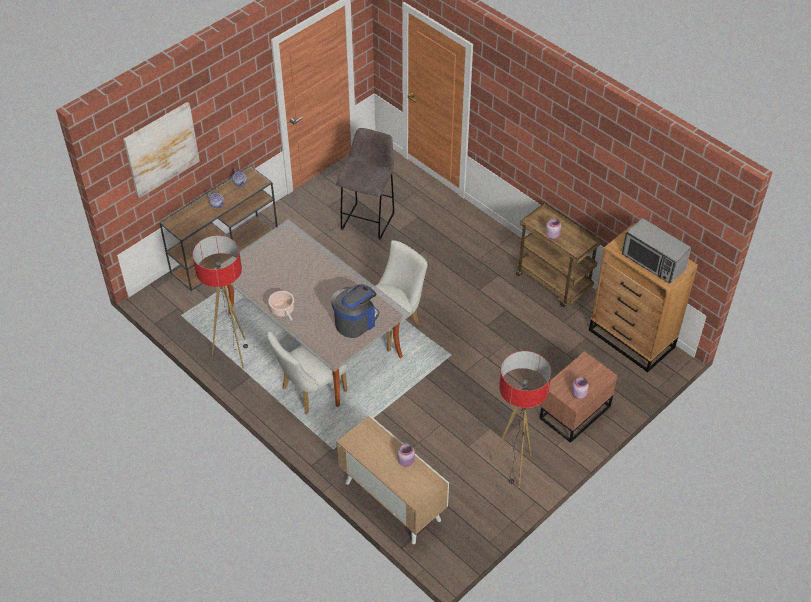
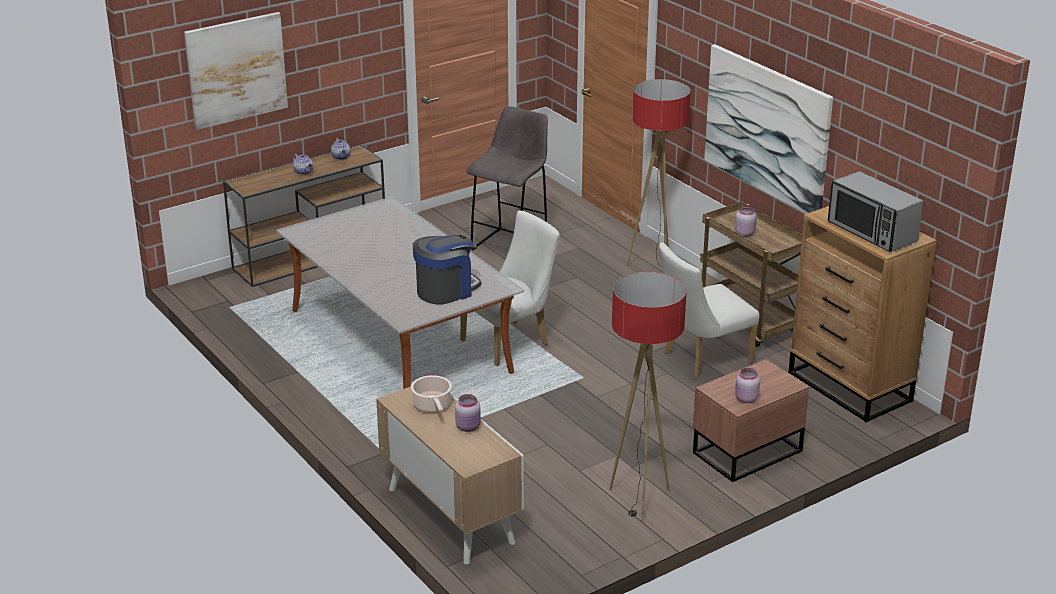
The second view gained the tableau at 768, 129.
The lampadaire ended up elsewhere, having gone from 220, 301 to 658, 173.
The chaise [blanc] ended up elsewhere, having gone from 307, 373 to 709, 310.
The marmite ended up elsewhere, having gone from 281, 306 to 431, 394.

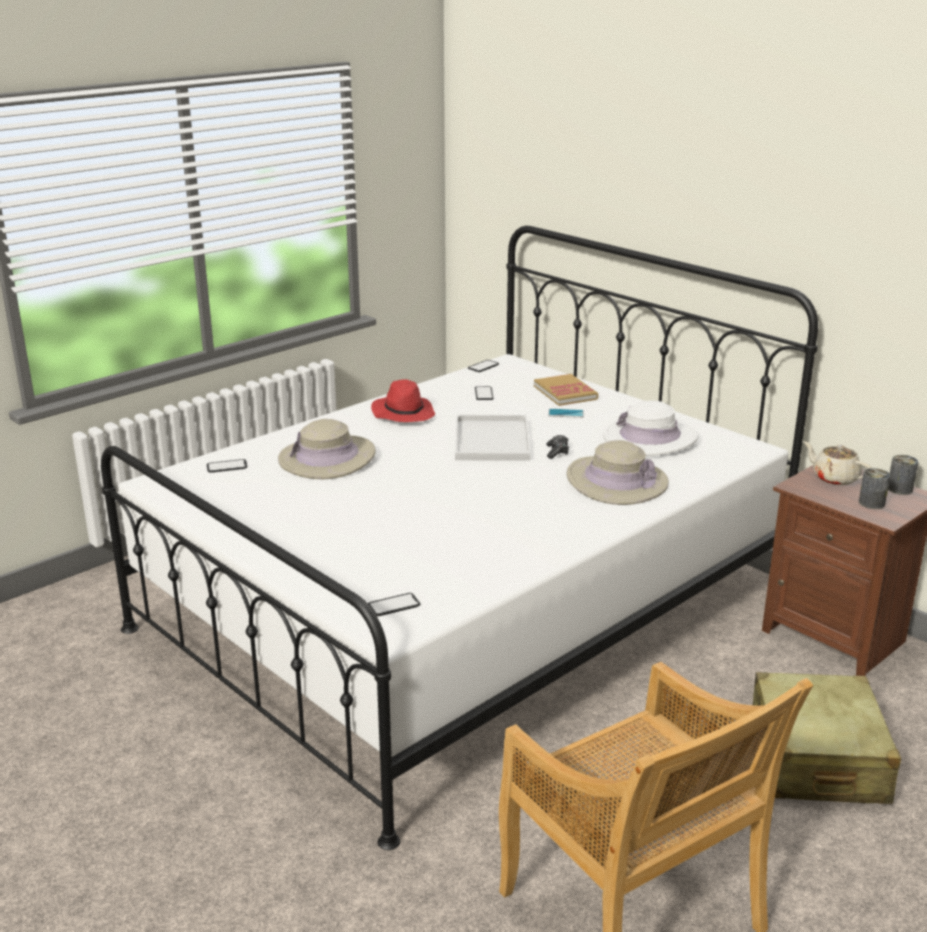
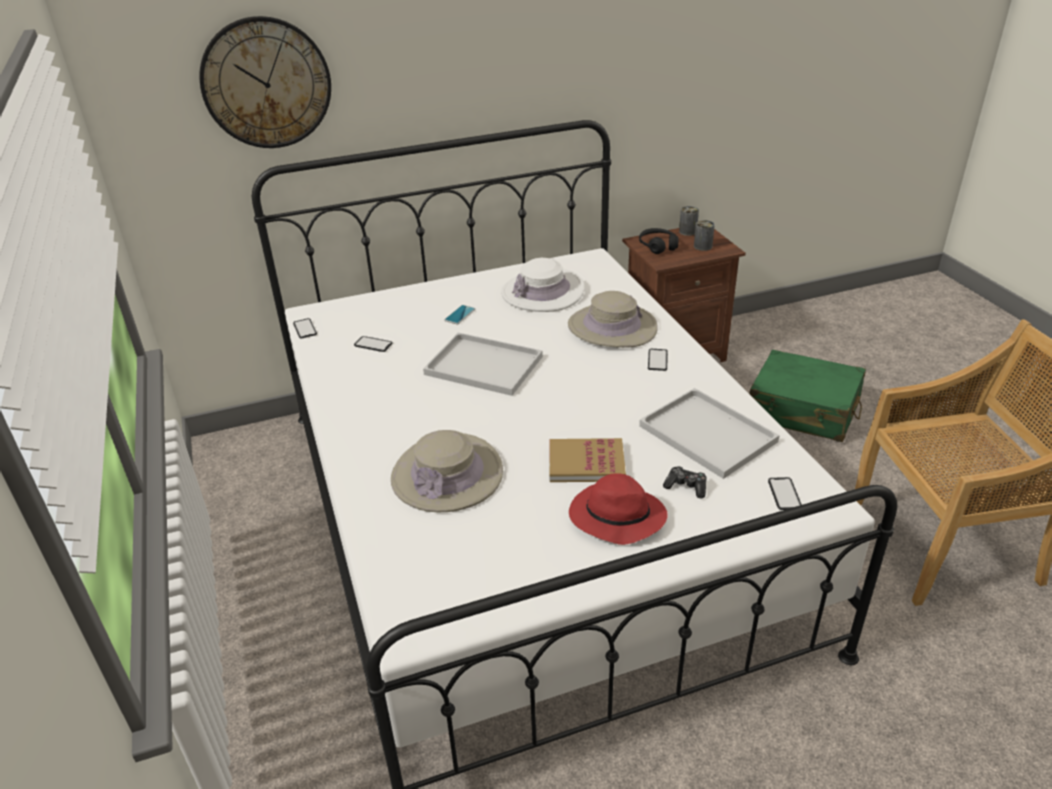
The second view gained the horloge murale at 265, 82.
The second view gained the plateau [blanc] at 709, 433.
The téléphone ended up elsewhere, having gone from 227, 466 to 658, 360.
The chapeau [rouge] ended up elsewhere, having gone from 403, 400 to 618, 509.
The livre ended up elsewhere, having gone from 566, 390 to 588, 460.
The manette ended up elsewhere, having gone from 557, 447 to 685, 482.
Where the théière [beige] stood at 837, 463, the casque audio [noir] came to stand at 659, 241.
What was the valise [beige] at 827, 738 turned into the valise [vert] at 808, 395.

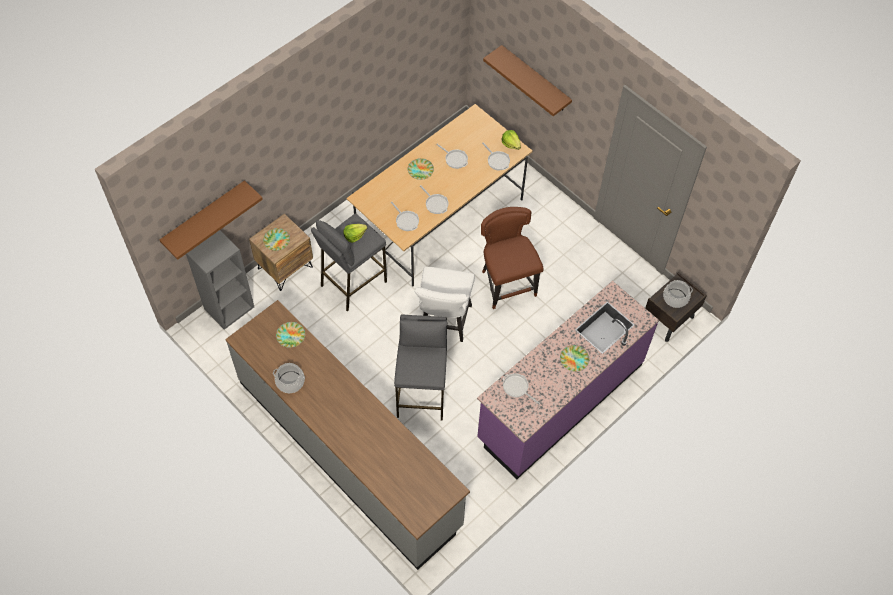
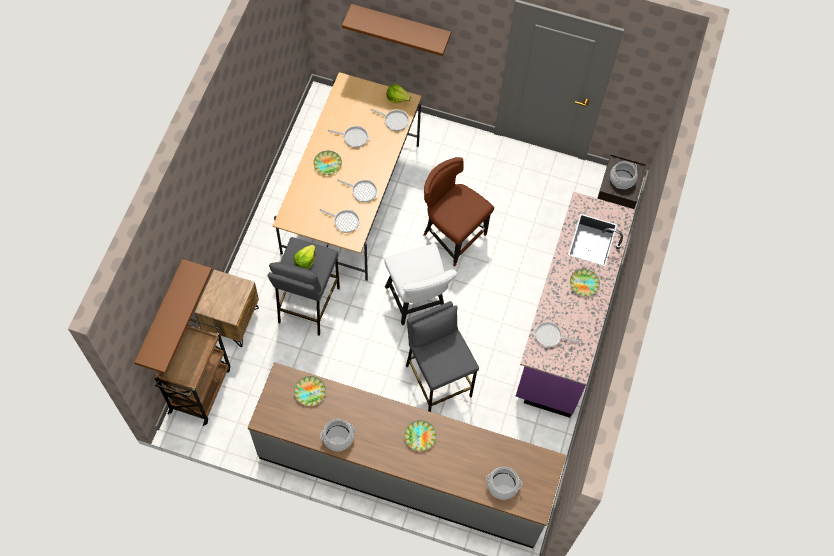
The second view gained the marmite at 504, 483.
The assiette ended up elsewhere, having gone from 276, 239 to 420, 435.
Where the bibliothèque [gris] stood at 220, 280, the chariot [marron] came to stand at 192, 372.

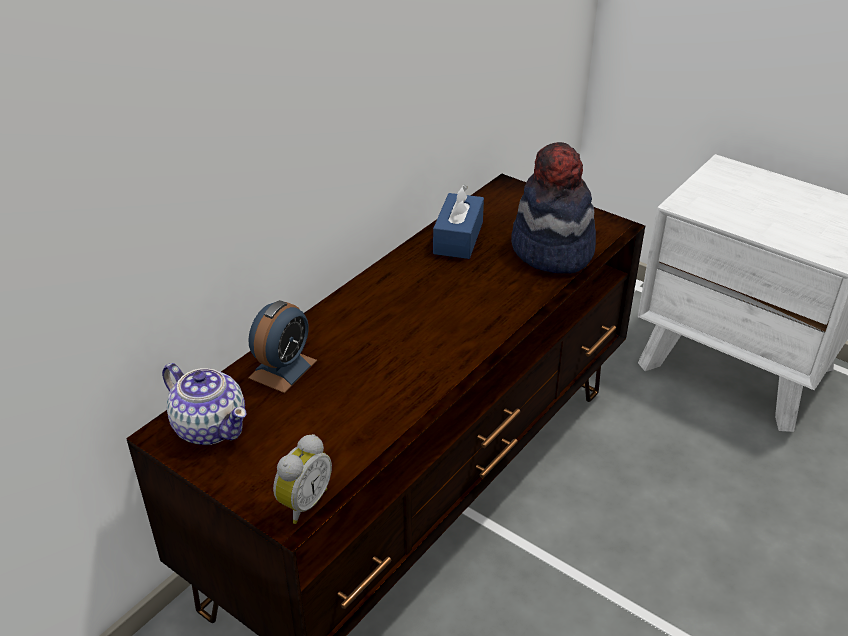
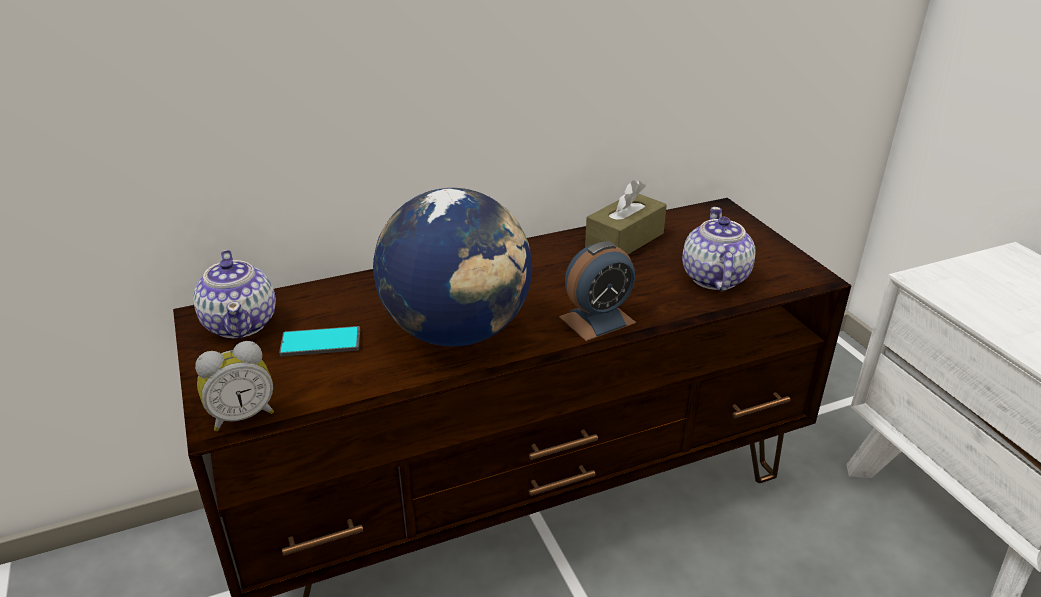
The second view gained the téléphone at 319, 341.
The second view gained the globe at 452, 267.
The réveil ended up elsewhere, having gone from 282, 346 to 597, 291.
Where the chapeau stood at 553, 208, the théière came to stand at 719, 249.
What was the boîte à mouchoirs [bleu] at 458, 221 turned into the boîte à mouchoirs [marron] at 626, 217.

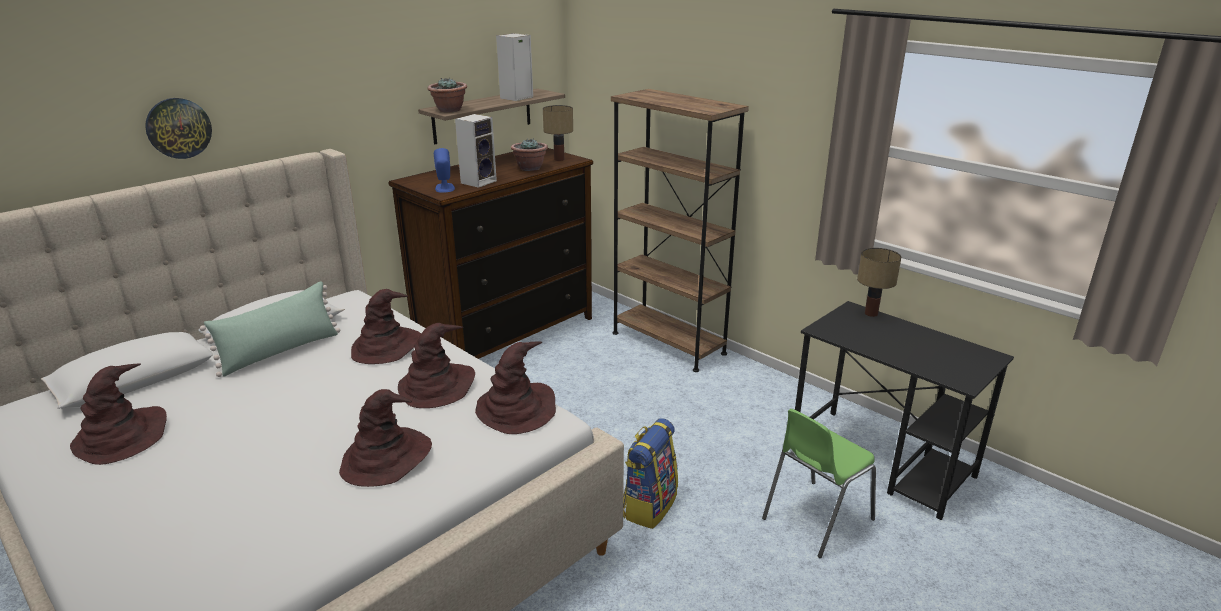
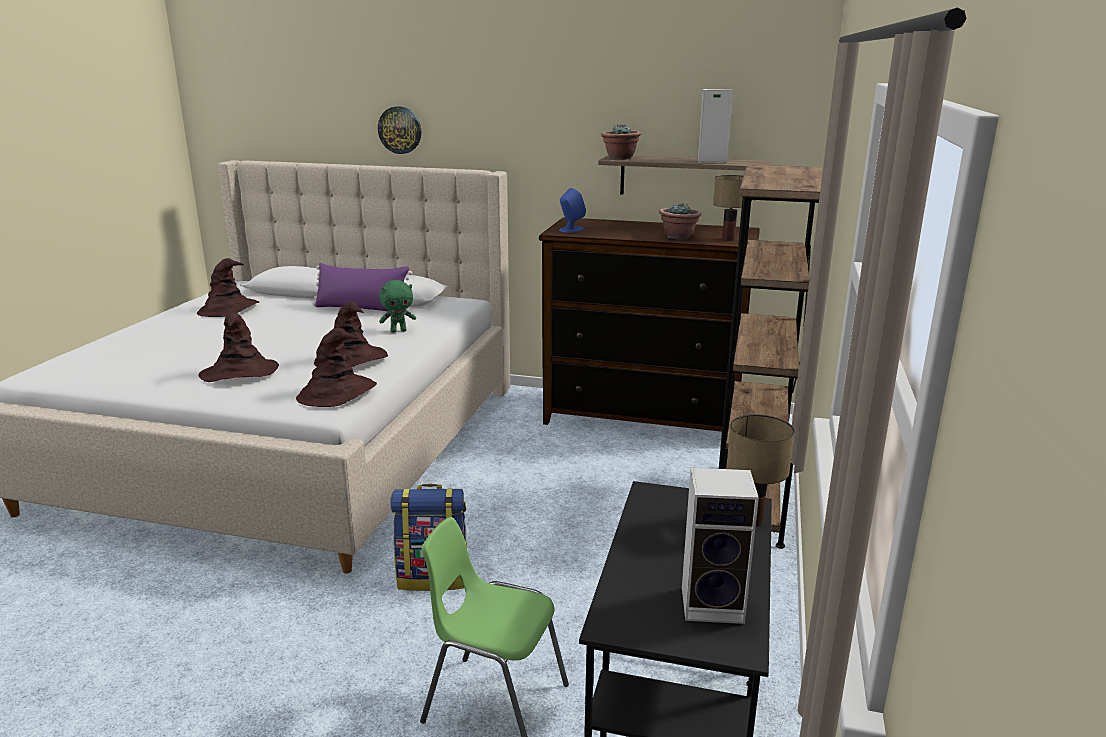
The enceinte ended up elsewhere, having gone from 476, 151 to 720, 546.
Where the chapeau [marron] stood at 386, 326, the peluche [vert] came to stand at 397, 306.
What was the coussin [vert] at 270, 329 turned into the coussin [violet] at 362, 287.

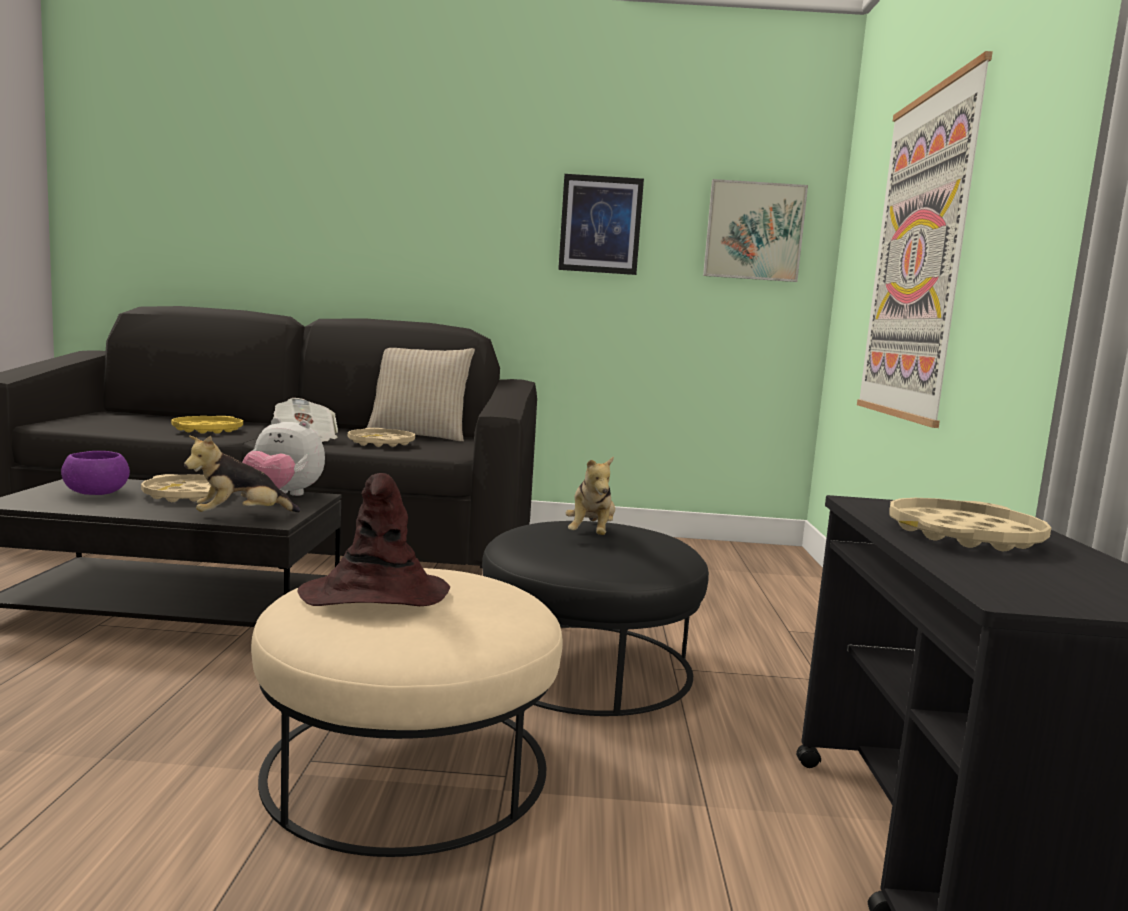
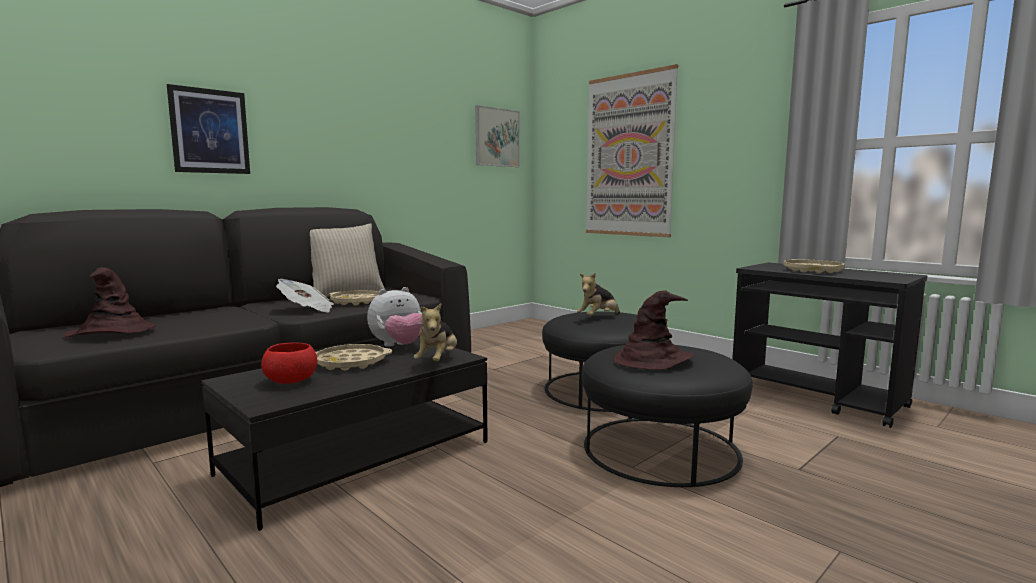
The second view lost the plateau [jaune] at 207, 425.
The second view gained the chapeau [marron] at 110, 302.
The tableau ended up elsewhere, having gone from 601, 224 to 208, 129.
What was the bol [violet] at 95, 473 turned into the bol [rouge] at 289, 363.
What was the pouf [beige] at 407, 712 turned into the pouf [noir] at 667, 416.
The peluche at 590, 495 ended up facing another way, 90 degrees clockwise from before.

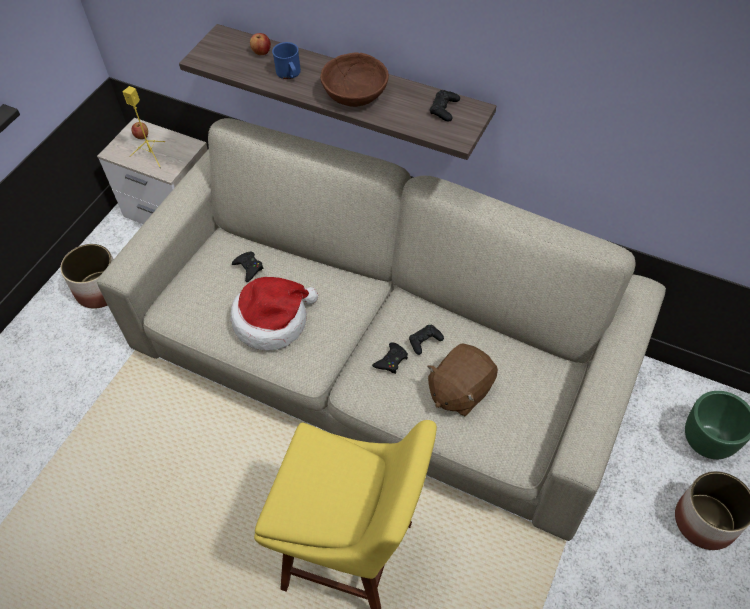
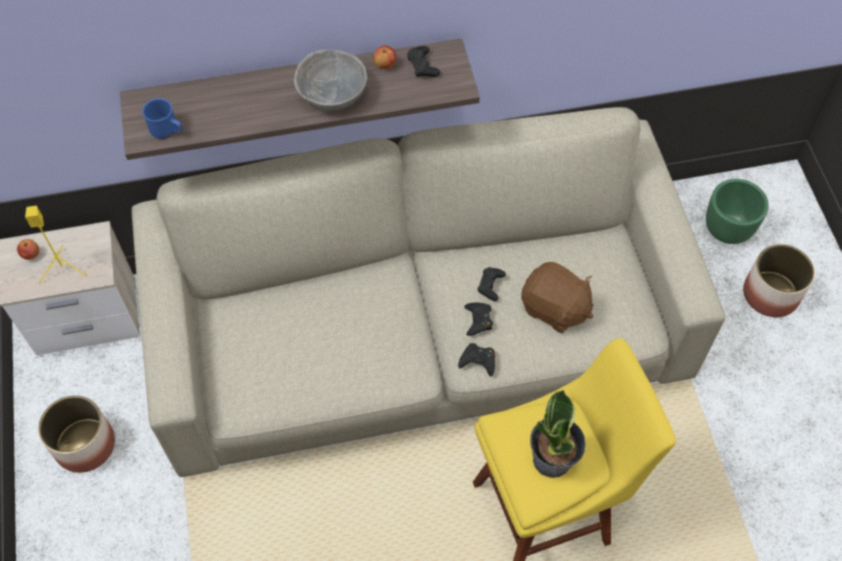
The second view lost the chapeau at 274, 314.
The second view gained the plante en pot at 558, 433.
The manette [noir] ended up elsewhere, having gone from 247, 267 to 476, 360.
The pomme ended up elsewhere, having gone from 260, 44 to 384, 57.
The mug [bleu] ended up elsewhere, having gone from 286, 60 to 162, 118.
What was the bol [marron] at 354, 80 turned into the bol [gris] at 330, 80.
The peluche [marron] at 462, 380 ended up facing another way, 60 degrees counterclockwise from before.

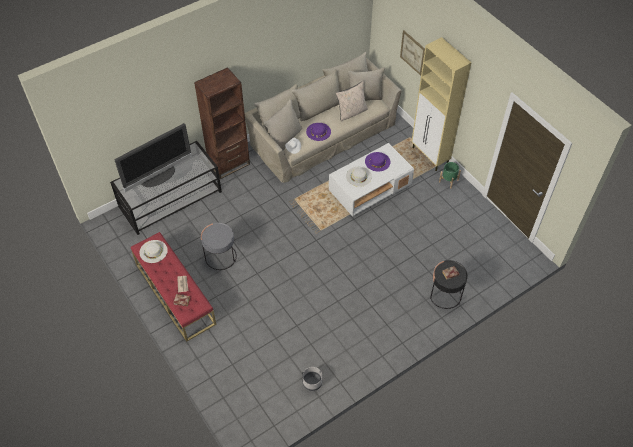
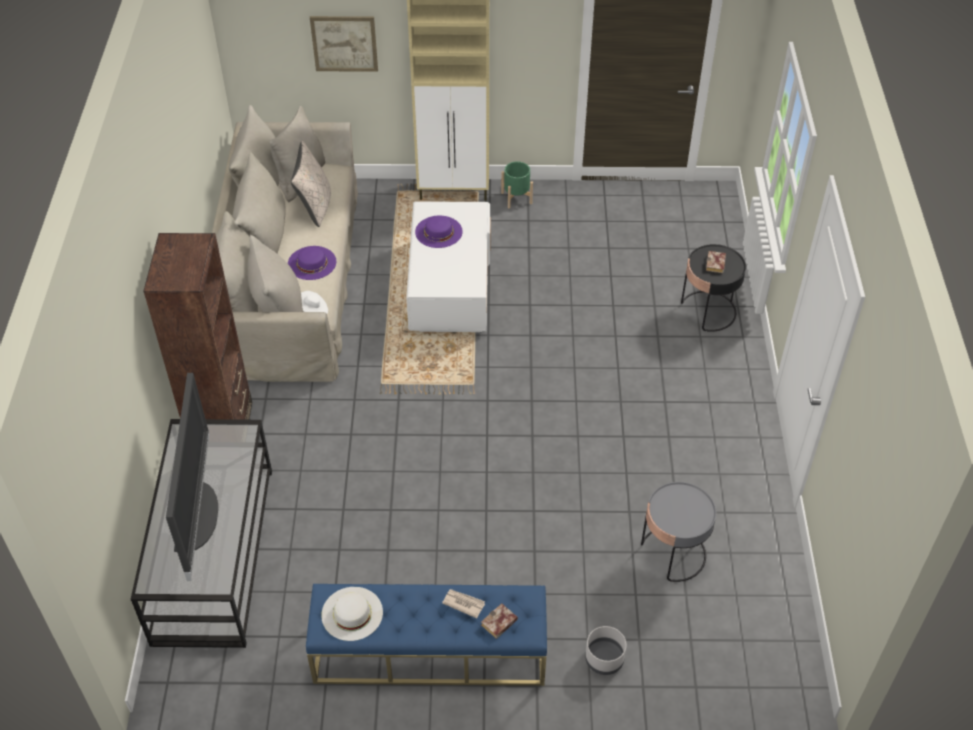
The second view lost the chapeau [blanc] at 359, 177.
The table d'appoint [gris] ended up elsewhere, having gone from 219, 246 to 678, 532.
The cache-pot [gris] ended up elsewhere, having gone from 312, 379 to 605, 650.
What was the banc [rouge] at 173, 287 turned into the banc [bleu] at 426, 635.

